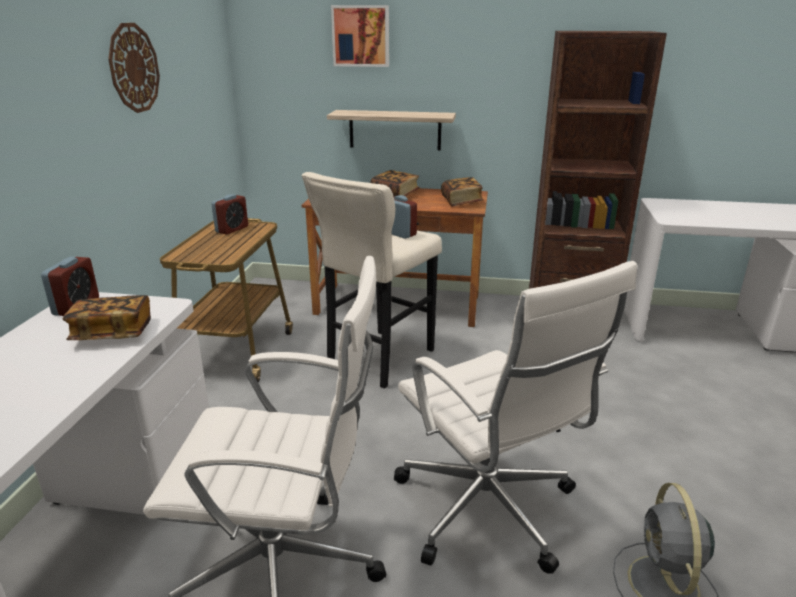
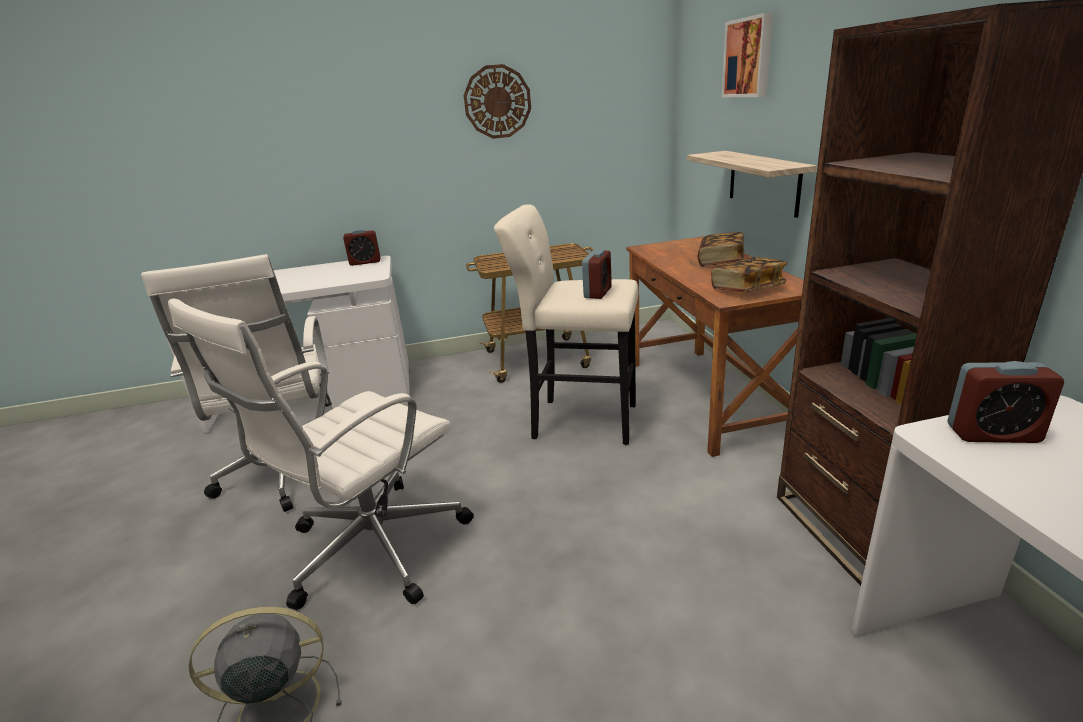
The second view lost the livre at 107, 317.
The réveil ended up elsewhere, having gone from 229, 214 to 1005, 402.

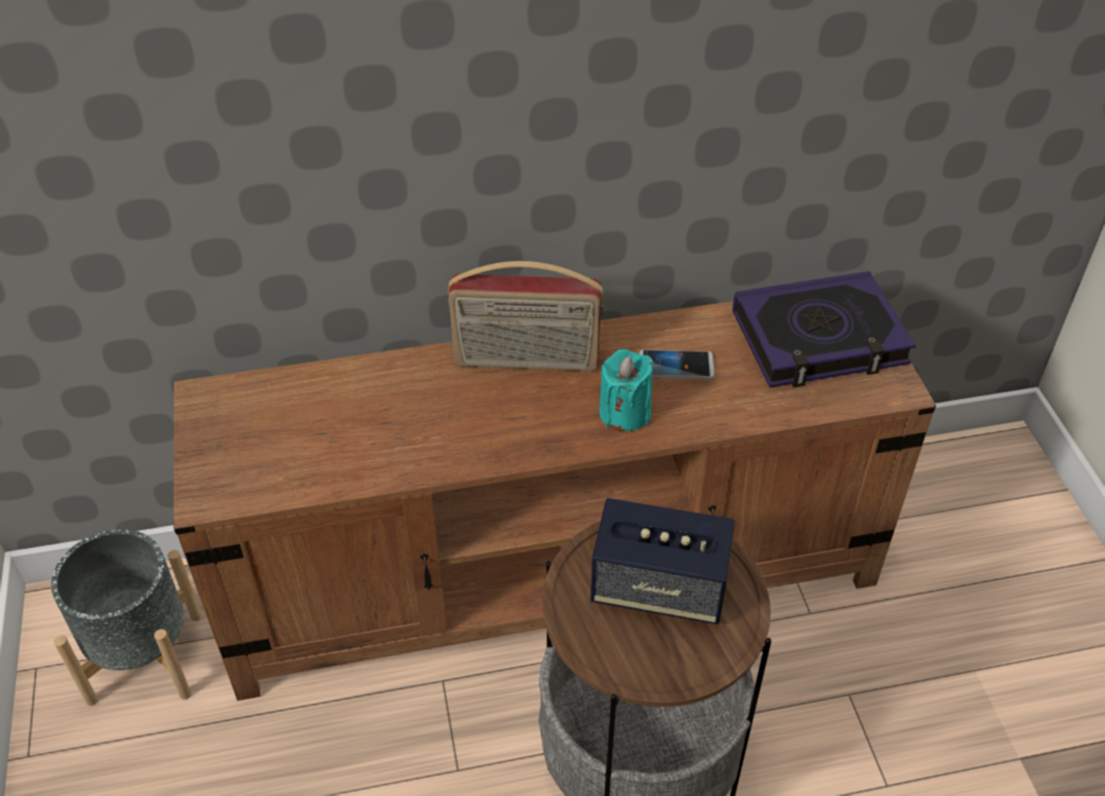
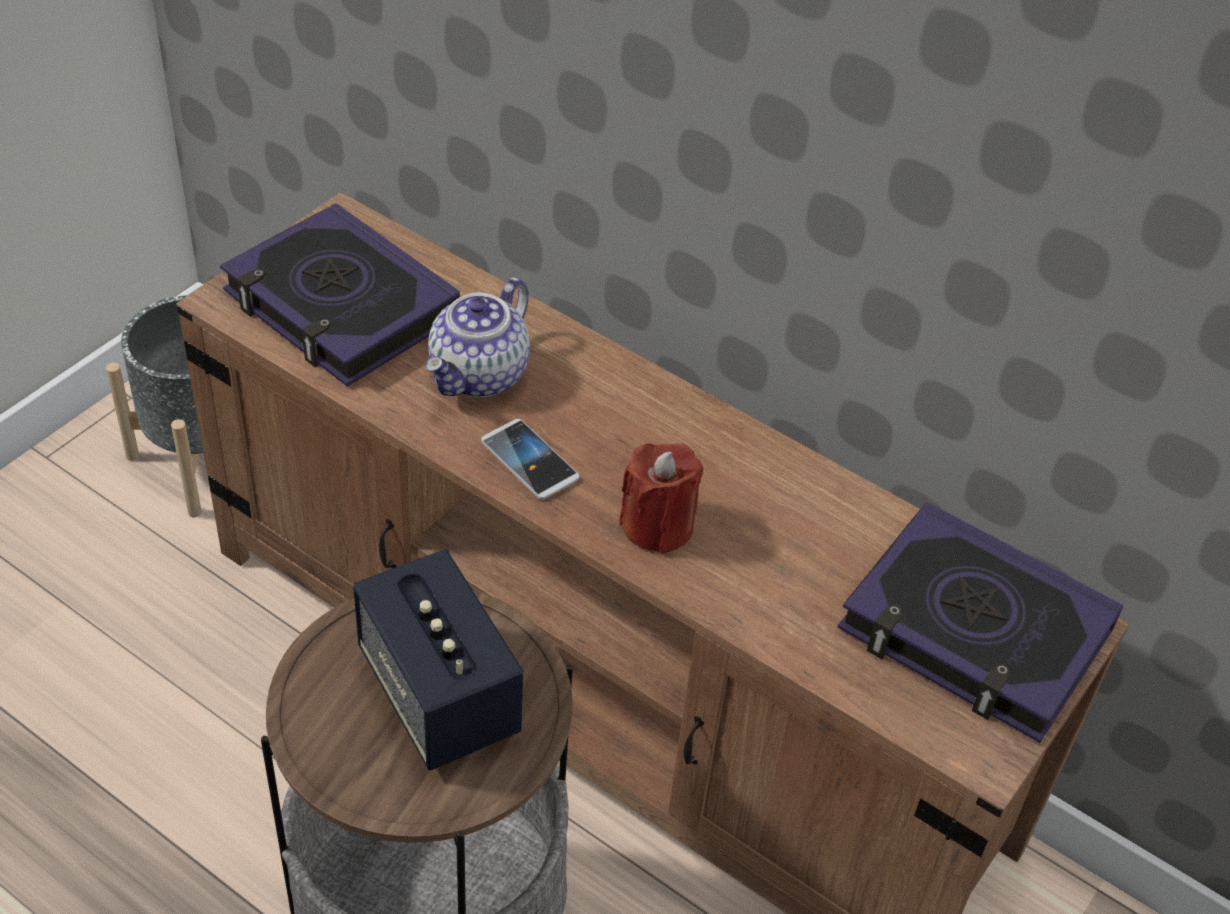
The second view lost the radio at 526, 316.
The second view gained the livre at 340, 295.
The second view gained the théière at 478, 337.
The téléphone ended up elsewhere, having gone from 676, 364 to 530, 459.
What was the bougie [turquoise] at 626, 390 turned into the bougie [rouge] at 661, 498.

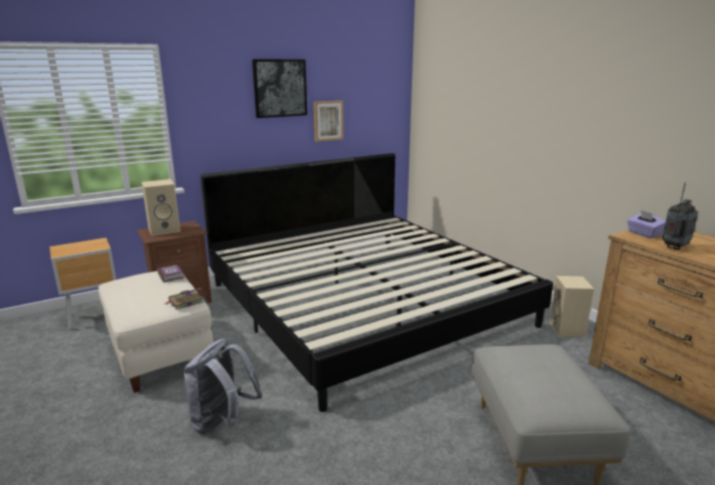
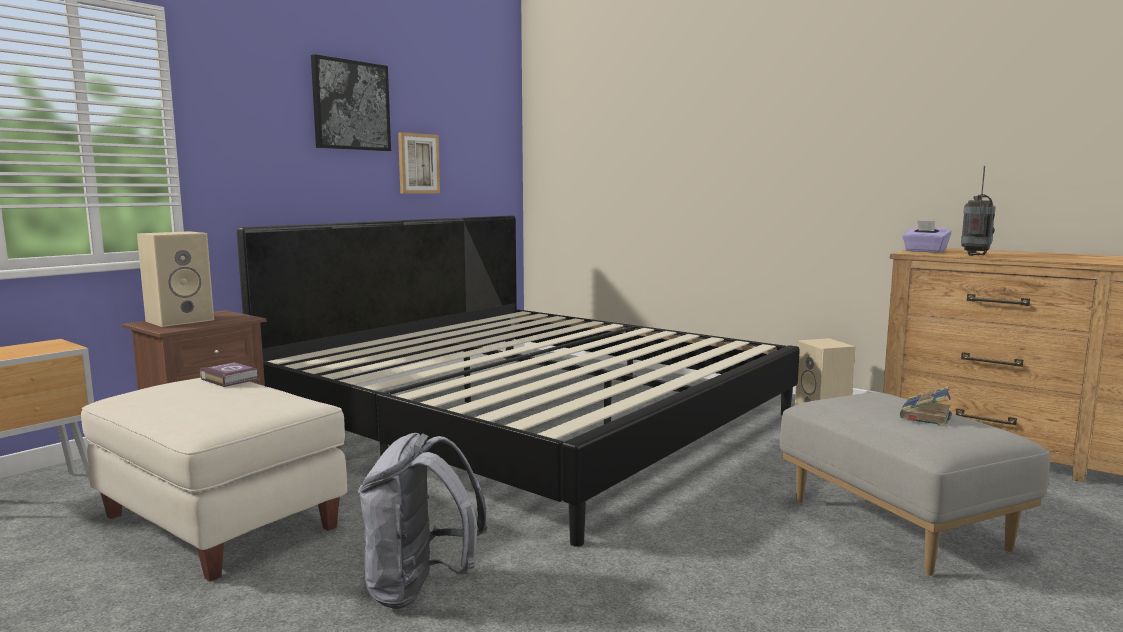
The livre ended up elsewhere, having gone from 185, 299 to 926, 406.

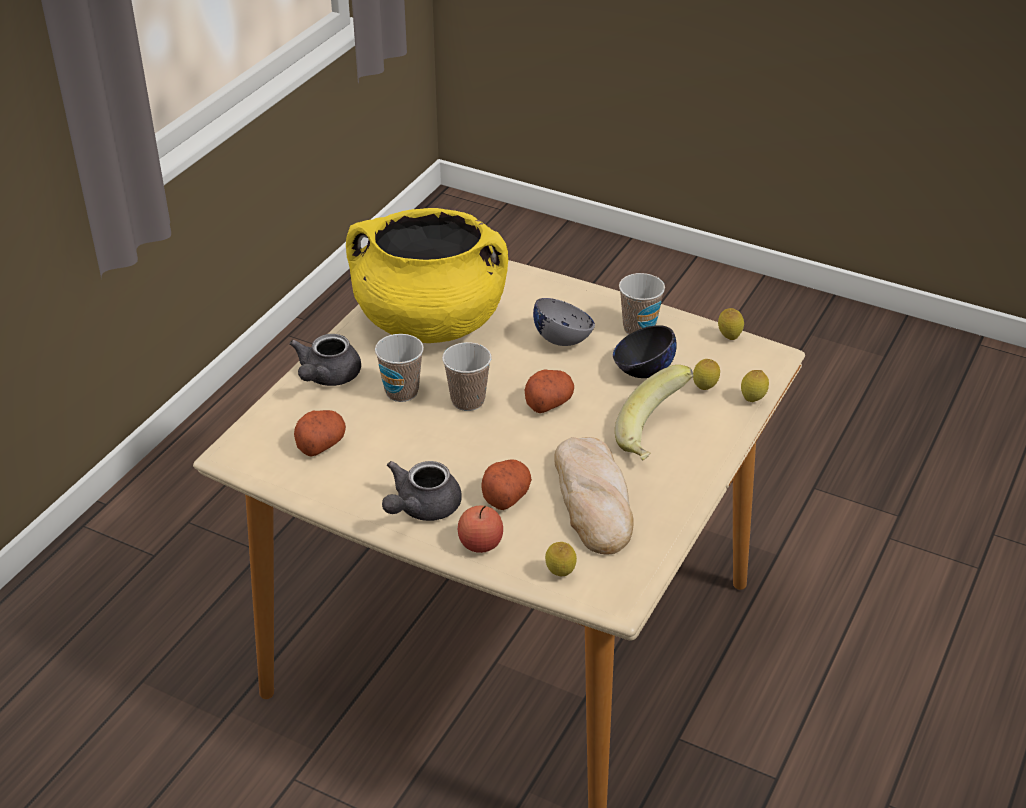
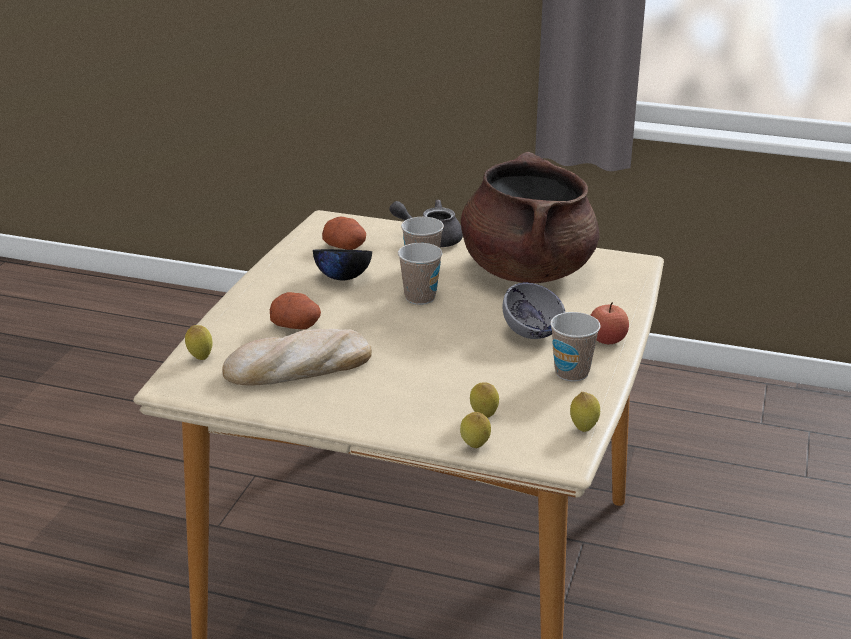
The second view lost the théière [gris] at 422, 491.
The second view lost the pomme de terre at 549, 391.
The second view lost the banane at 654, 412.
The pomme ended up elsewhere, having gone from 480, 529 to 610, 323.
The bol [noir] ended up elsewhere, having gone from 645, 351 to 342, 264.
What was the marmite [jaune] at 427, 275 turned into the marmite [marron] at 530, 217.

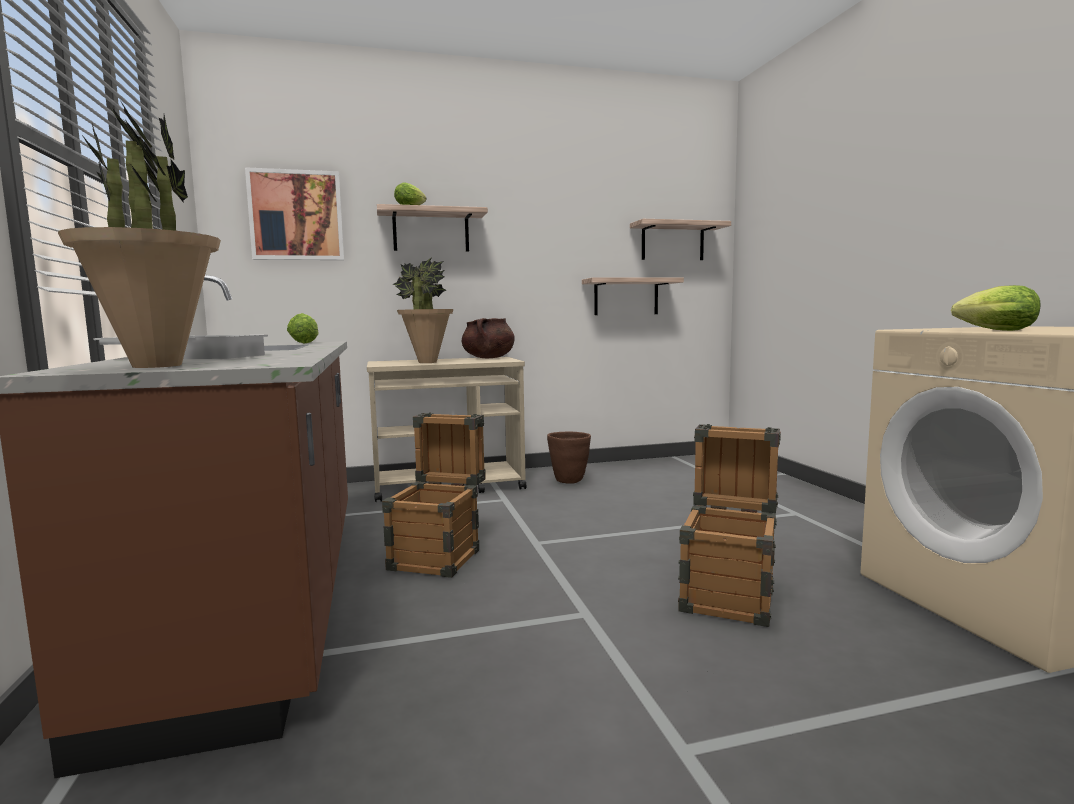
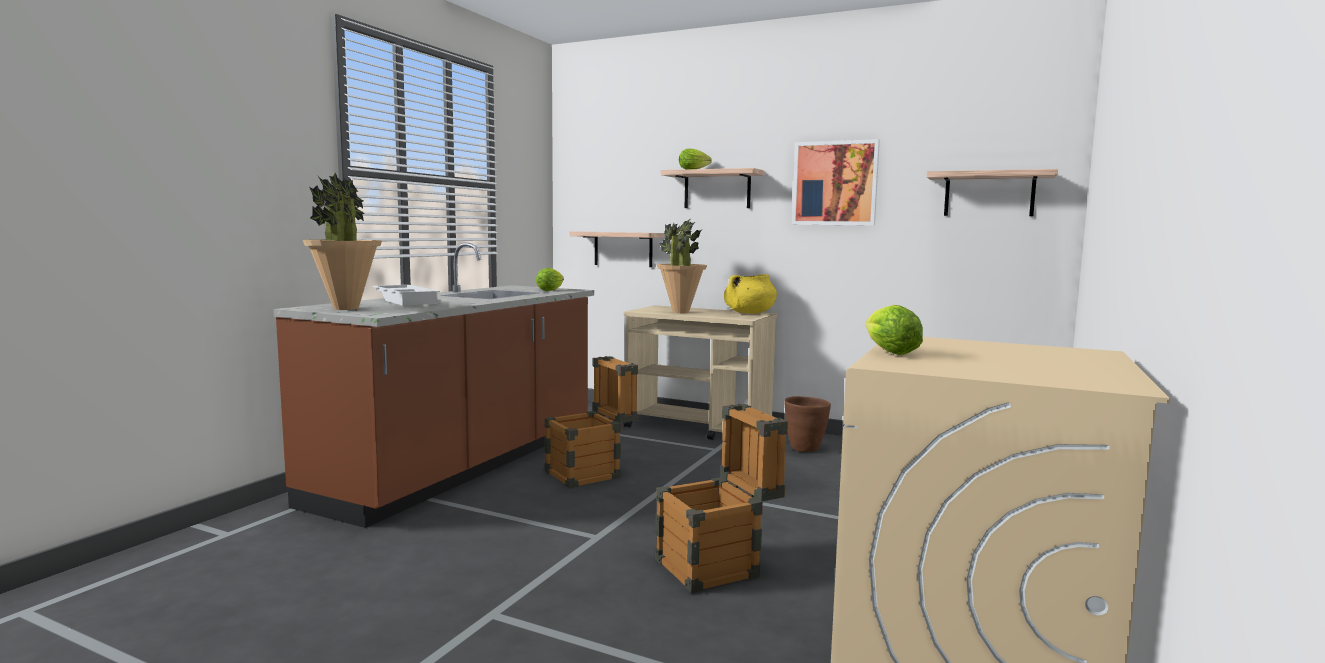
The tableau ended up elsewhere, having gone from 294, 213 to 836, 182.
The étagère ended up elsewhere, having gone from 633, 296 to 616, 249.
What was the marmite [marron] at 488, 338 turned into the marmite [jaune] at 750, 294.

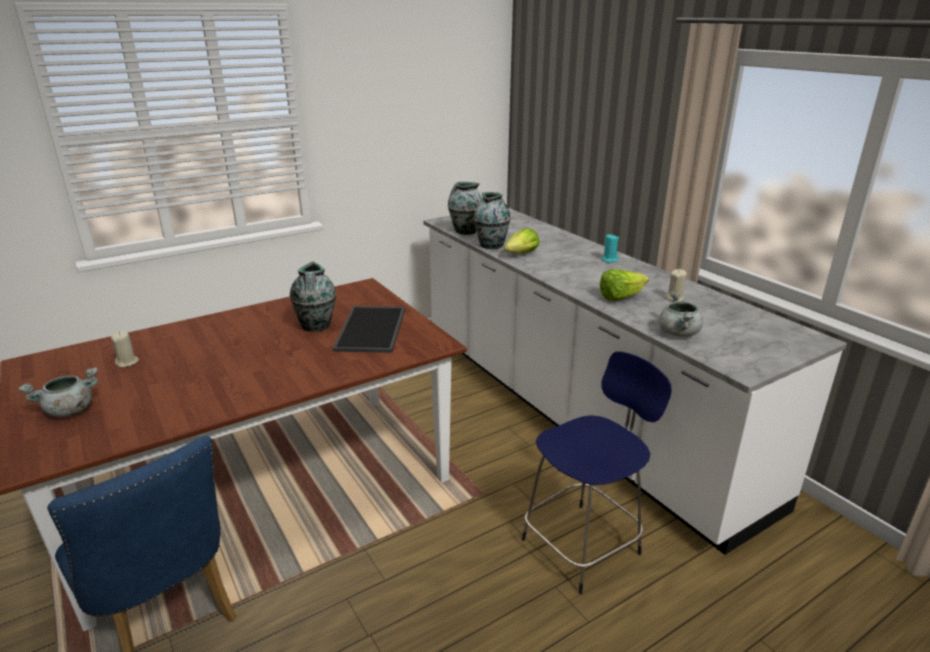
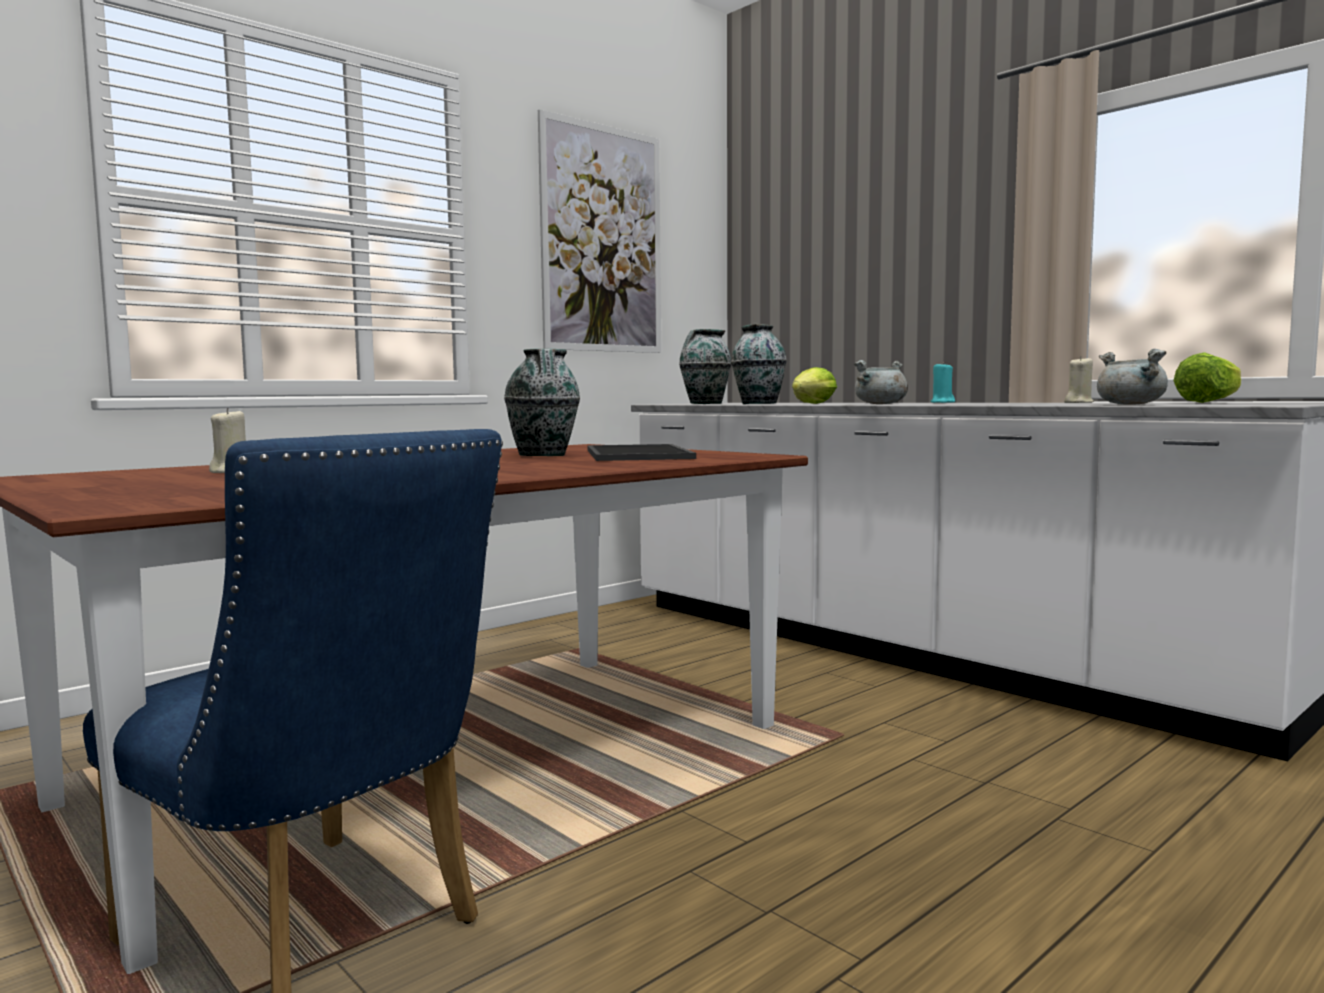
The second view lost the tabouret [bleu] at 597, 472.
The second view gained the tableau at 599, 231.
The marmite [gris] ended up elsewhere, having gone from 58, 392 to 881, 382.
The laitue ended up elsewhere, having gone from 624, 285 to 1207, 377.

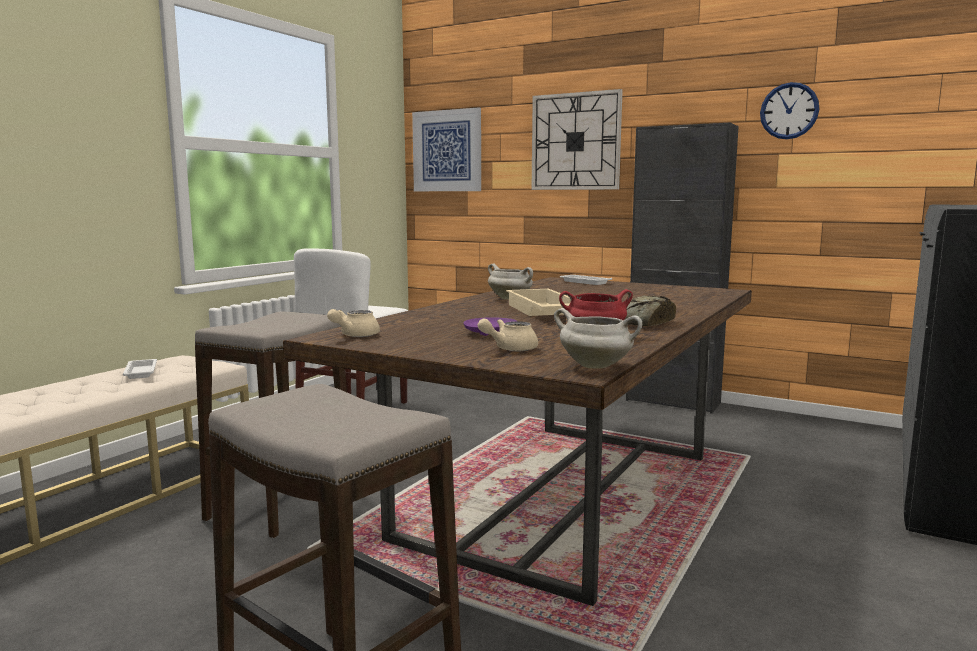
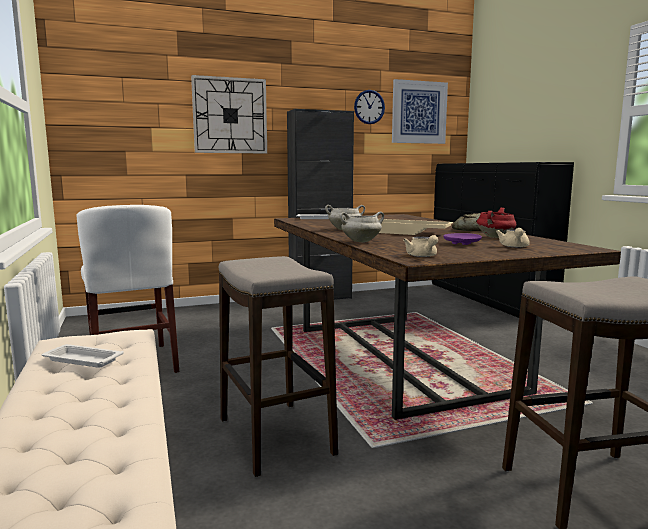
The tableau ended up elsewhere, having gone from 446, 149 to 420, 111.
The marmite [blanc] ended up elsewhere, having gone from 598, 338 to 361, 227.

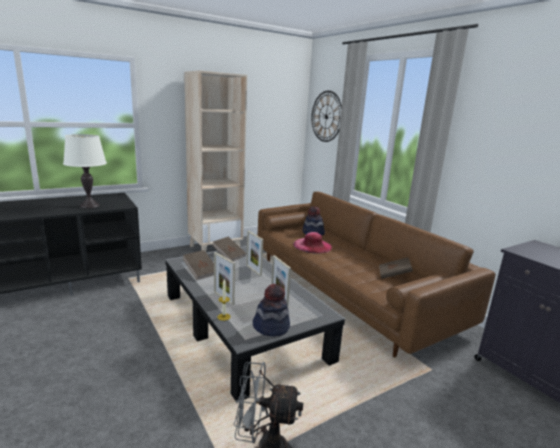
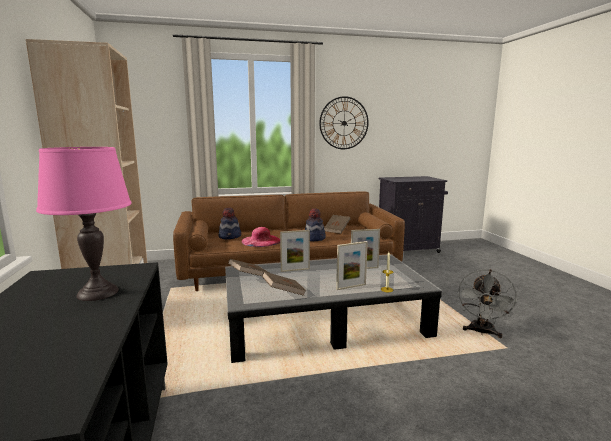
The chapeau ended up elsewhere, having gone from 271, 310 to 315, 224.
The horloge murale ended up elsewhere, having gone from 326, 116 to 344, 122.
What was the lampe de table [blanc] at 85, 171 turned into the lampe de table [rose] at 84, 224.

